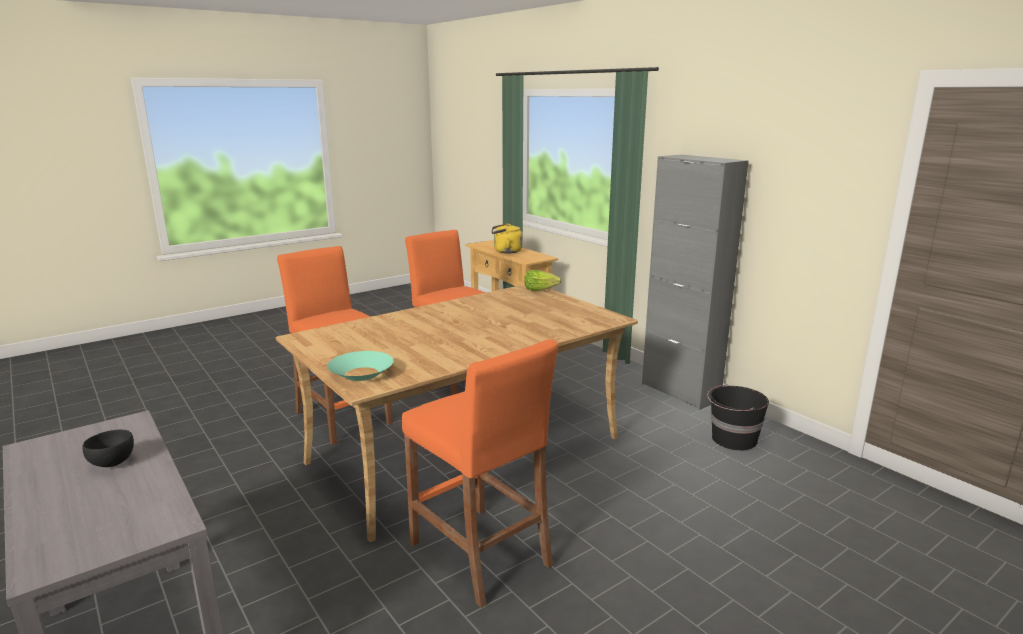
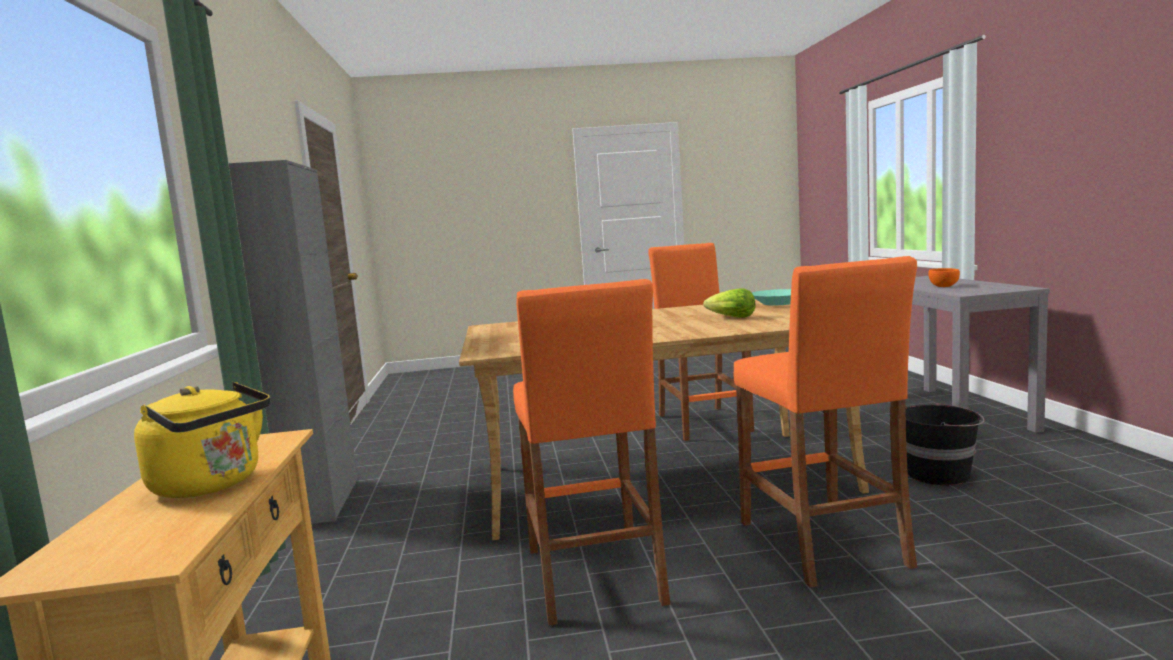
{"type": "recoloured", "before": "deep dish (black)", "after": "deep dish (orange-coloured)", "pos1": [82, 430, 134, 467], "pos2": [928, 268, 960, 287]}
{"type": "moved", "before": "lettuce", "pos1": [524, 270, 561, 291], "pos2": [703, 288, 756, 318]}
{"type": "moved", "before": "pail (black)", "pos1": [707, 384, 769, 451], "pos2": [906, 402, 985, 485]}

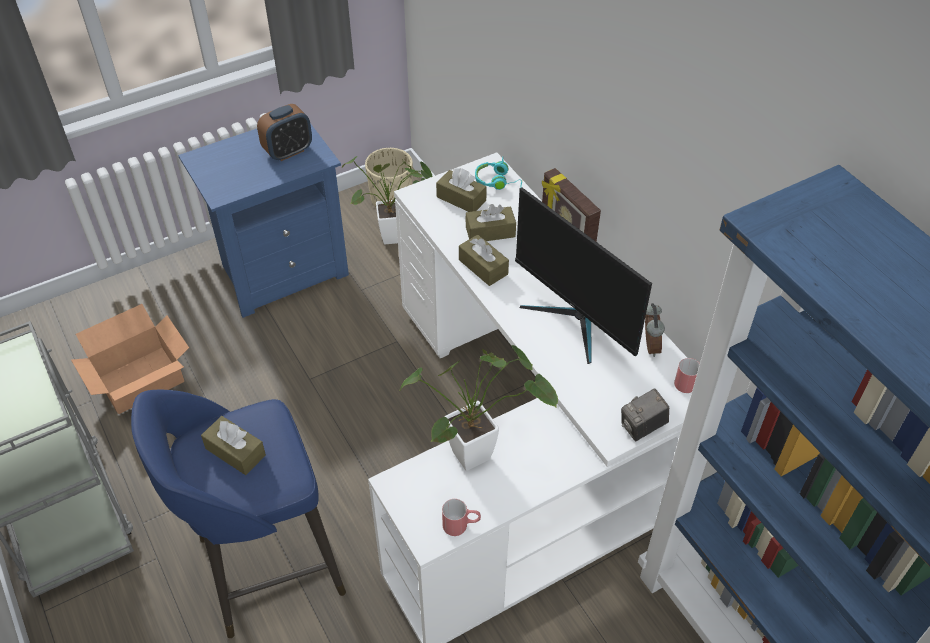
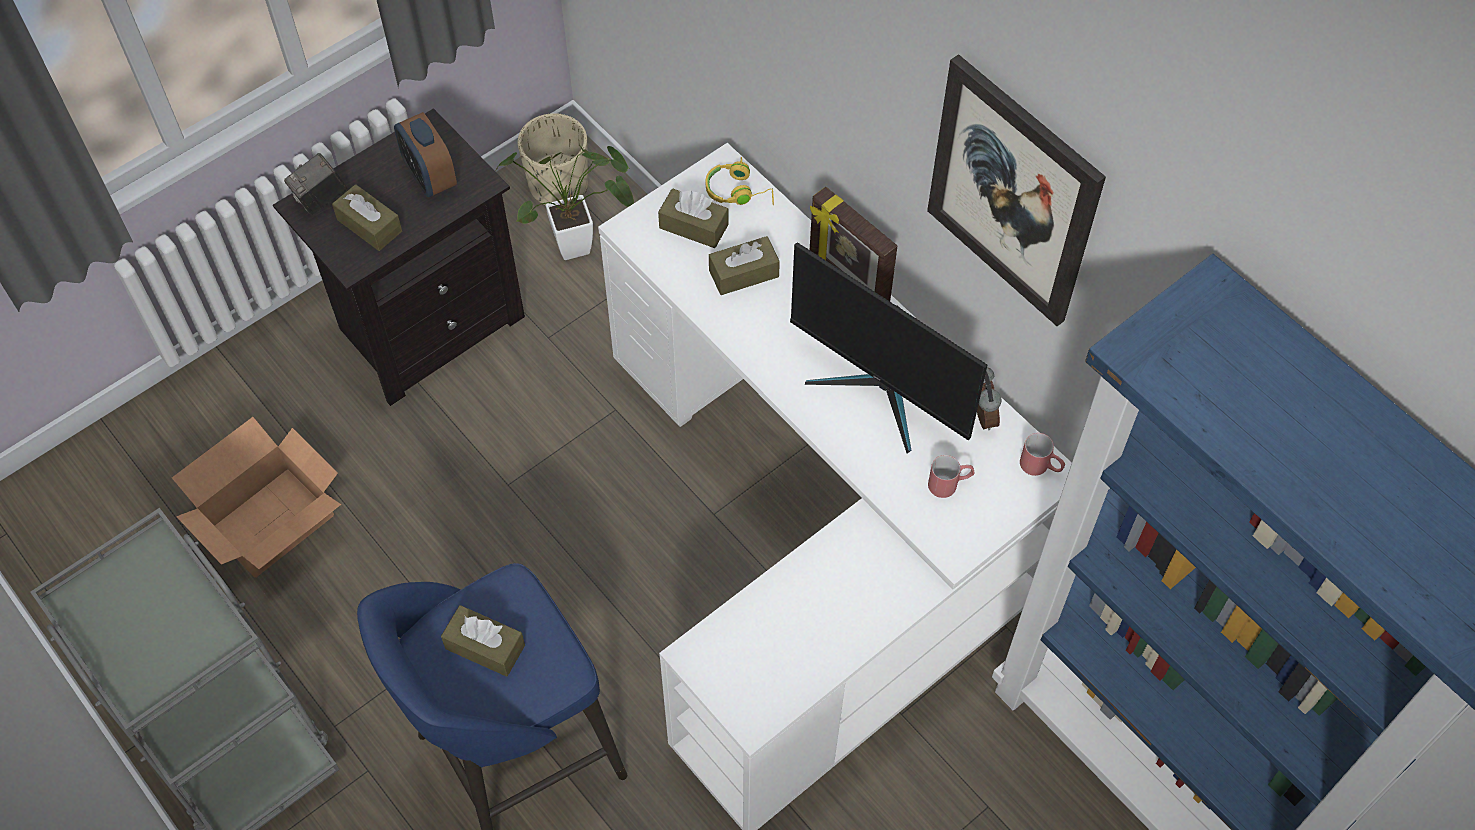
{"type": "recoloured", "before": "night table (blue-coloured)", "after": "night table (black)", "pos1": [178, 123, 349, 318], "pos2": [273, 108, 525, 406]}
{"type": "turned", "before": "bedside clock", "pos1": [257, 104, 312, 161], "pos2": [394, 112, 457, 197], "turn": 105}
{"type": "removed", "before": "potted plant", "pos1": [399, 345, 558, 471]}
{"type": "moved", "before": "mug (reddish)", "pos1": [442, 499, 481, 536], "pos2": [928, 455, 974, 498]}
{"type": "moved", "before": "tissue box (brown)", "pos1": [459, 235, 509, 286], "pos2": [332, 184, 402, 251]}
{"type": "recoloured", "before": "headphones (turquoise-coloured)", "after": "headphones (yellowish)", "pos1": [475, 157, 522, 190], "pos2": [706, 157, 774, 205]}
{"type": "moved", "before": "photo camera", "pos1": [621, 388, 669, 441], "pos2": [284, 153, 347, 215]}
{"type": "added", "after": "wall art", "pos2": [927, 54, 1106, 326]}

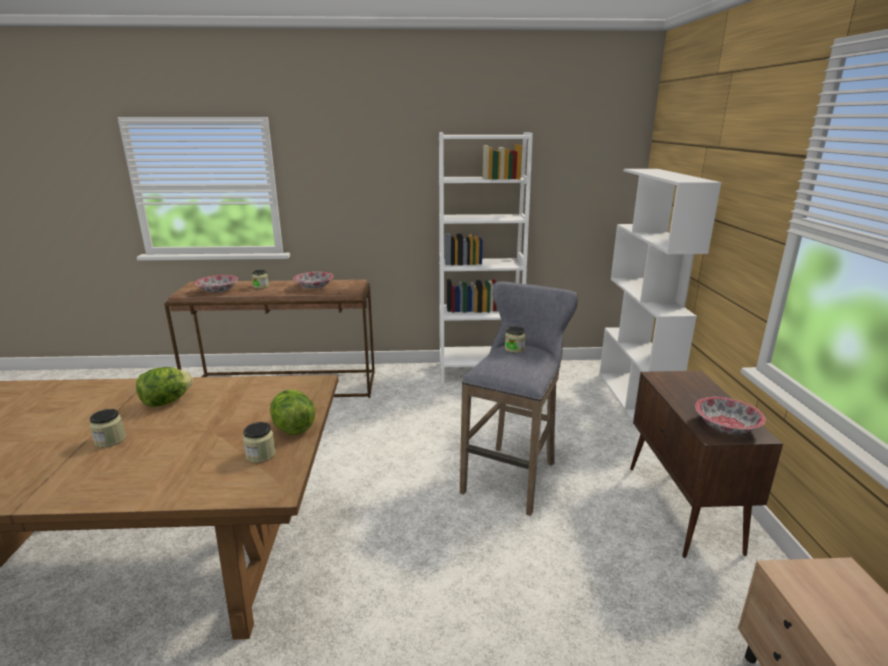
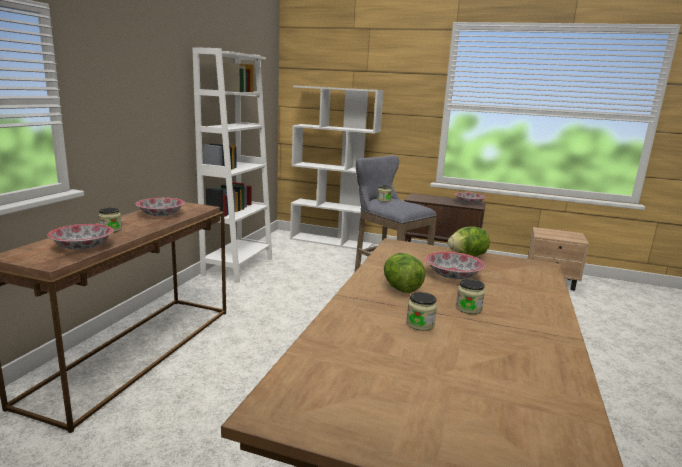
{"type": "moved", "before": "jar", "pos1": [243, 422, 276, 463], "pos2": [406, 292, 437, 331]}
{"type": "added", "after": "deep dish", "pos2": [426, 252, 485, 279]}

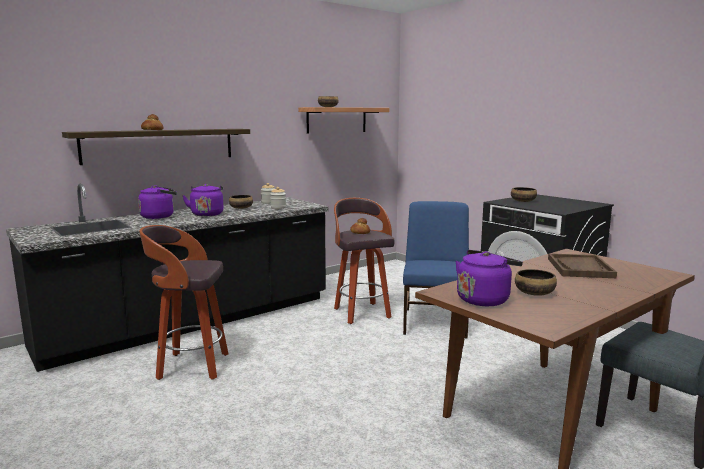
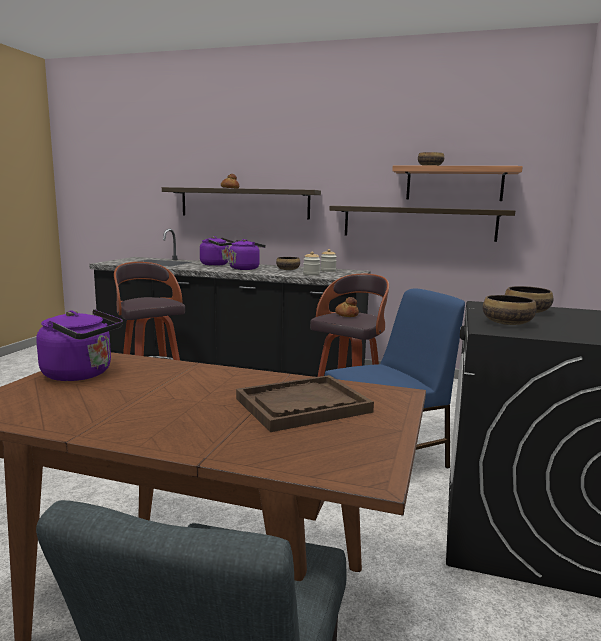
{"type": "moved", "before": "deep dish", "pos1": [515, 269, 557, 296], "pos2": [483, 295, 537, 325]}
{"type": "added", "after": "wall shelf", "pos2": [329, 206, 515, 242]}

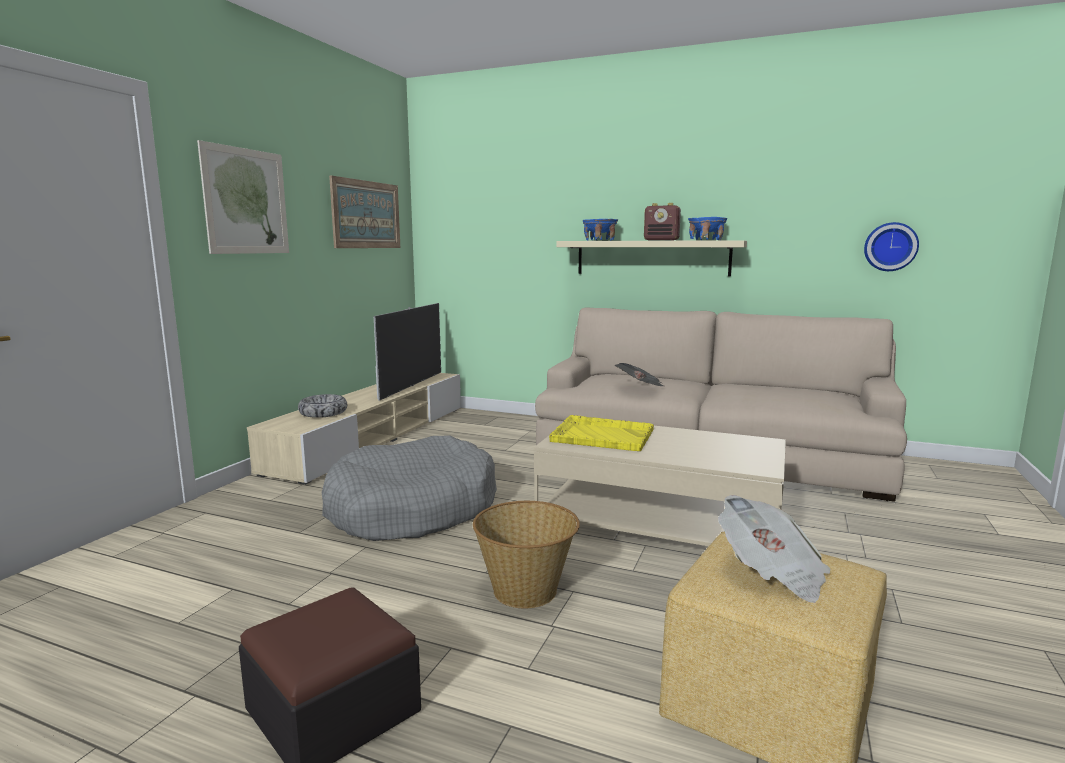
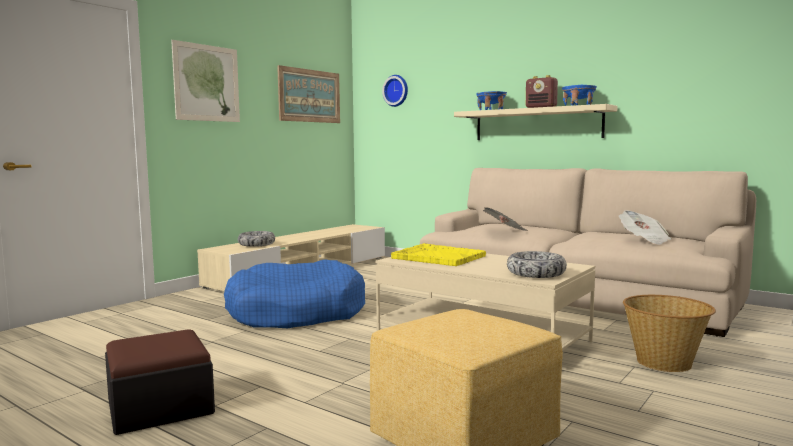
{"type": "recoloured", "before": "dog cushion (greyish)", "after": "dog cushion (blue-coloured)", "pos1": [322, 435, 497, 541], "pos2": [224, 259, 365, 328]}
{"type": "removed", "before": "television", "pos1": [374, 303, 441, 401]}
{"type": "moved", "before": "basket", "pos1": [473, 501, 580, 608], "pos2": [623, 295, 716, 372]}
{"type": "moved", "before": "printed paper", "pos1": [718, 495, 831, 603], "pos2": [619, 210, 672, 245]}
{"type": "moved", "before": "hanging clock", "pos1": [864, 222, 919, 271], "pos2": [382, 75, 408, 107]}
{"type": "added", "after": "deep dish", "pos2": [507, 251, 567, 278]}

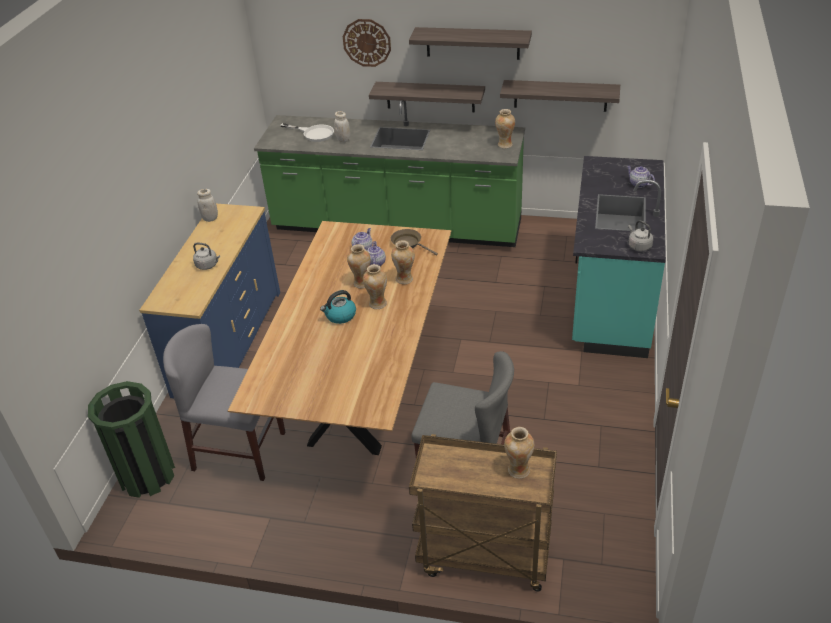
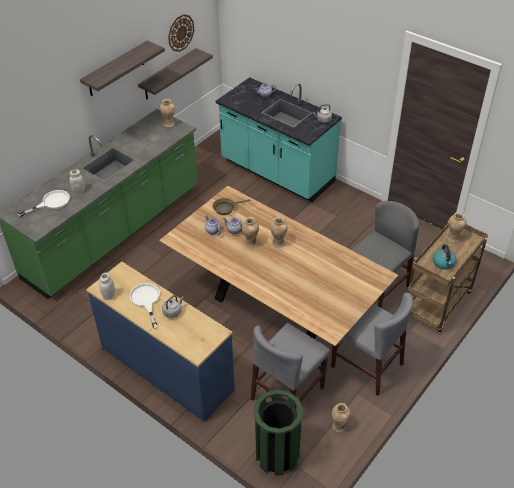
{"type": "moved", "before": "kettle", "pos1": [320, 290, 356, 324], "pos2": [433, 244, 457, 269]}
{"type": "moved", "before": "hanging clock", "pos1": [342, 19, 391, 67], "pos2": [168, 14, 194, 52]}
{"type": "removed", "before": "wall shelf", "pos1": [369, 82, 485, 112]}
{"type": "moved", "before": "decorative vase", "pos1": [391, 240, 415, 284], "pos2": [332, 403, 351, 433]}
{"type": "added", "after": "pan (white-coloured)", "pos2": [130, 283, 160, 329]}
{"type": "added", "after": "plain chair (greyish)", "pos2": [331, 293, 413, 396]}

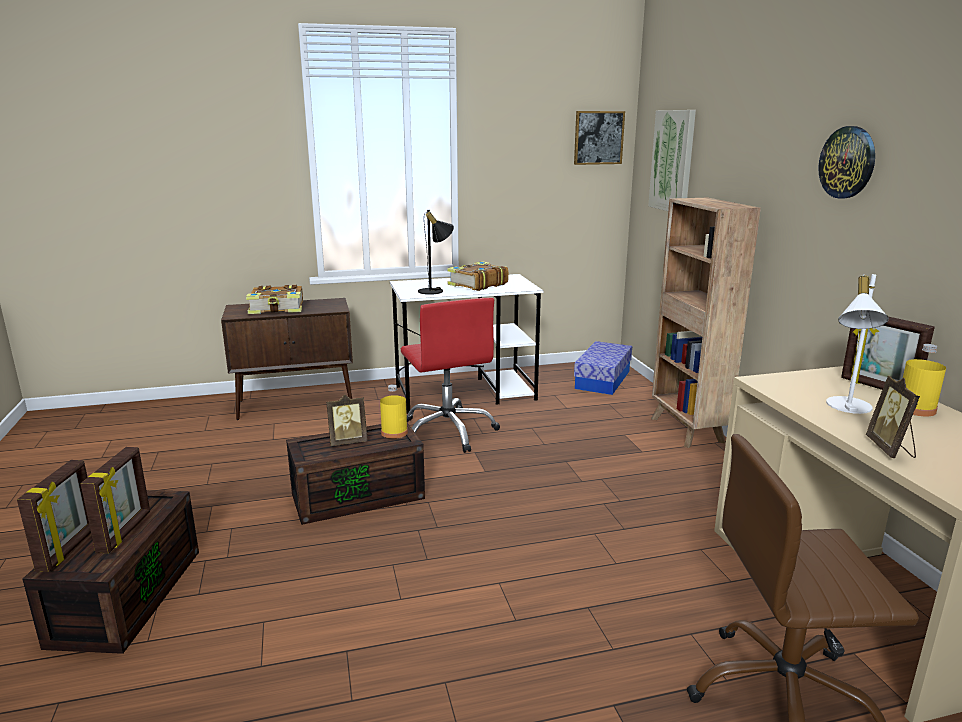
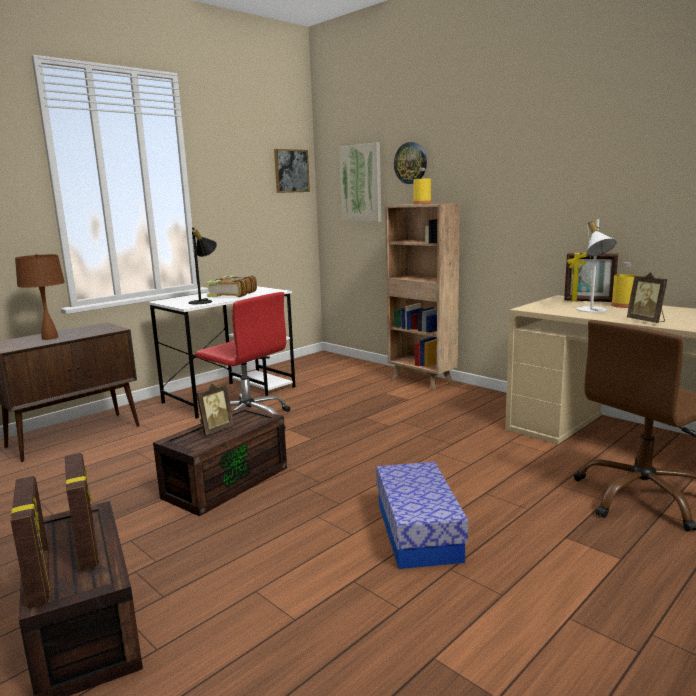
{"type": "replaced", "before": "bound book", "after": "lamp for a table (brown)", "pos1": [246, 285, 303, 314], "pos2": [15, 254, 65, 340]}
{"type": "moved", "before": "beverage bottle (yellowish)", "pos1": [380, 384, 408, 439], "pos2": [413, 168, 431, 204]}
{"type": "moved", "before": "storage container", "pos1": [574, 341, 632, 395], "pos2": [376, 462, 468, 569]}
{"type": "moved", "before": "hanging clock", "pos1": [818, 126, 875, 199], "pos2": [394, 142, 427, 184]}

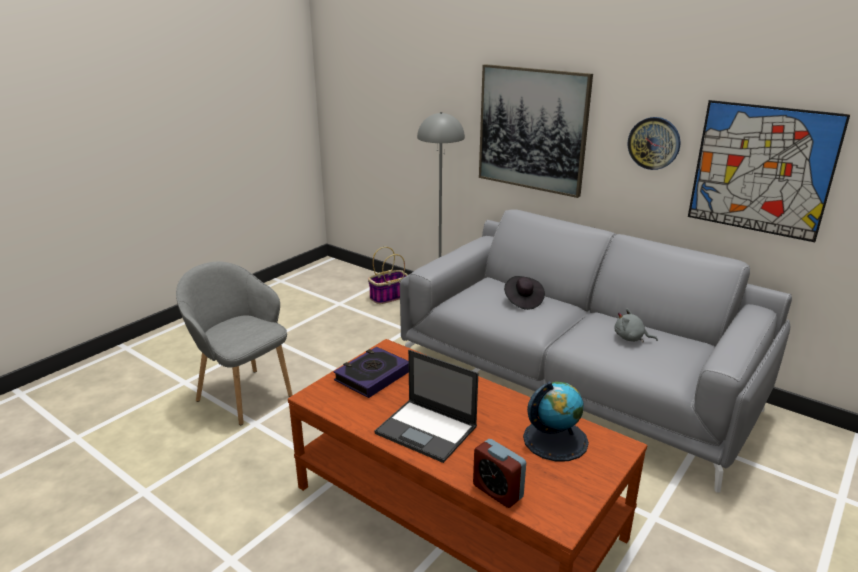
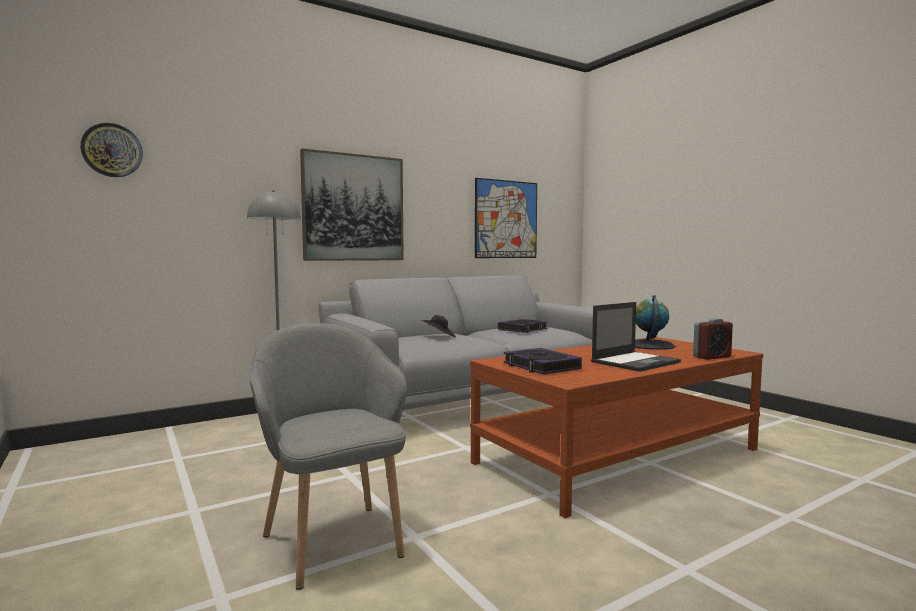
{"type": "turned", "before": "lounge chair (greyish)", "pos1": [176, 262, 293, 425], "pos2": [249, 323, 407, 590], "turn": 90}
{"type": "removed", "before": "basket", "pos1": [368, 247, 408, 304]}
{"type": "replaced", "before": "plush toy (greyish)", "after": "bound book", "pos1": [614, 308, 658, 342], "pos2": [498, 319, 548, 333]}
{"type": "moved", "before": "hanging clock", "pos1": [628, 117, 681, 170], "pos2": [80, 123, 143, 177]}

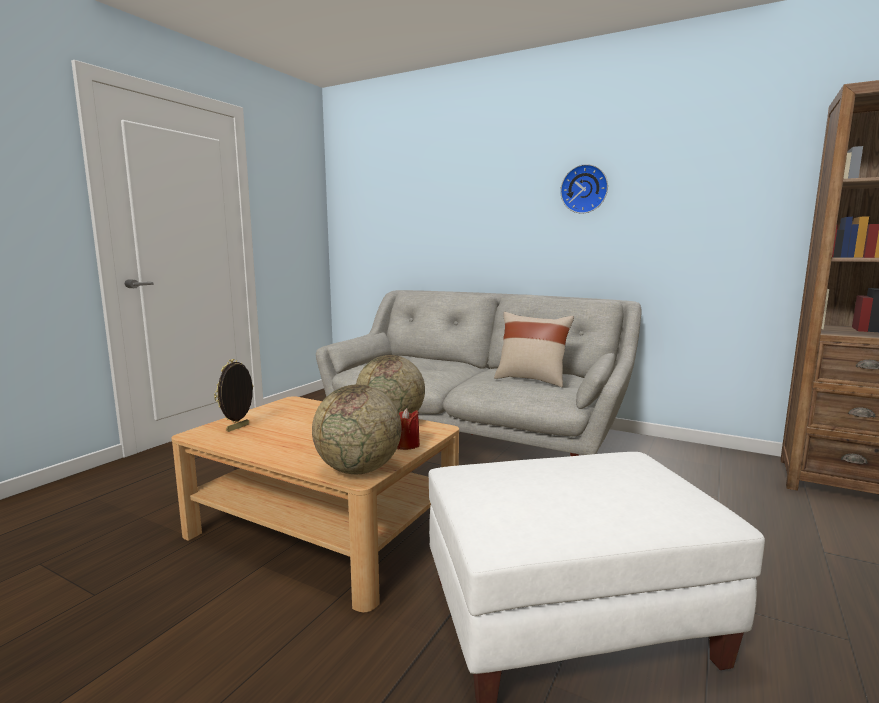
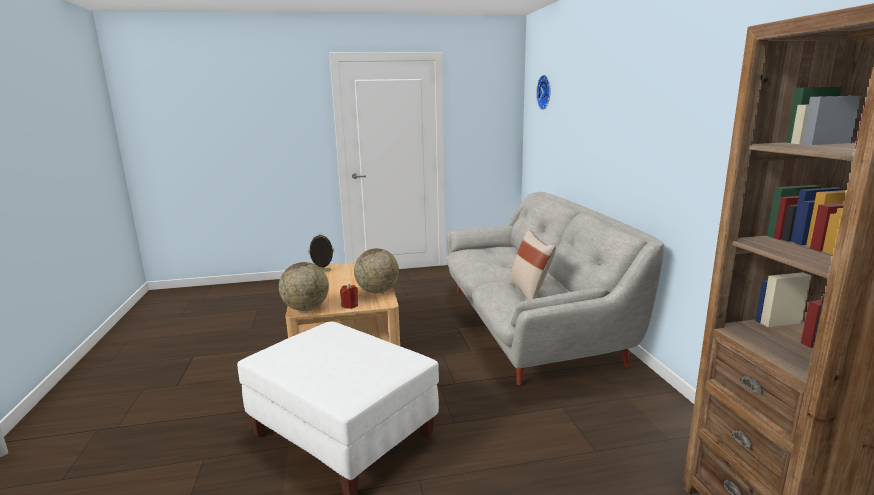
{"type": "moved", "before": "hanging clock", "pos1": [560, 164, 608, 214], "pos2": [536, 75, 550, 110]}

